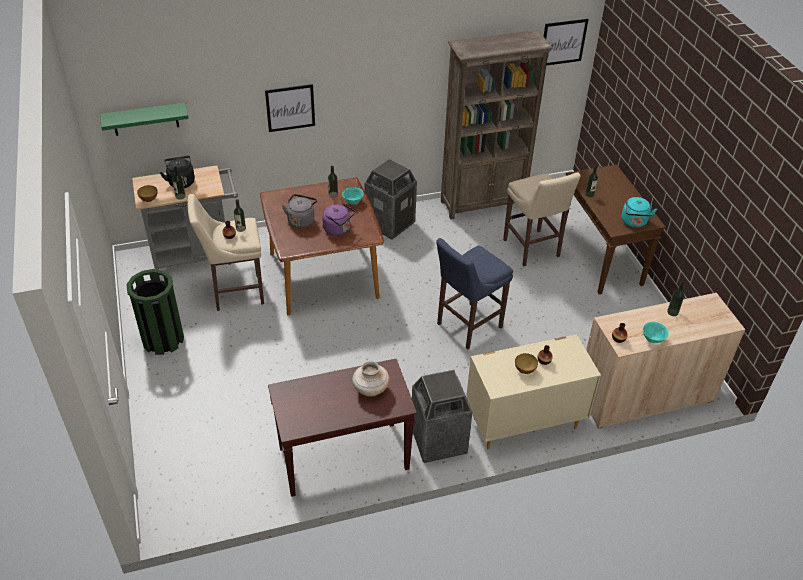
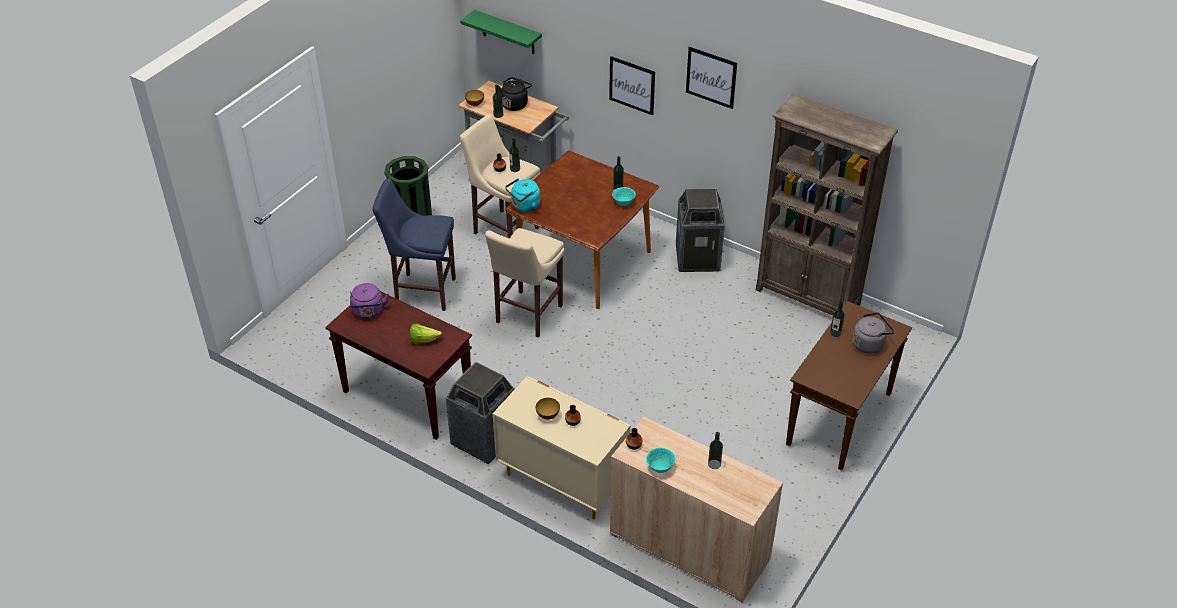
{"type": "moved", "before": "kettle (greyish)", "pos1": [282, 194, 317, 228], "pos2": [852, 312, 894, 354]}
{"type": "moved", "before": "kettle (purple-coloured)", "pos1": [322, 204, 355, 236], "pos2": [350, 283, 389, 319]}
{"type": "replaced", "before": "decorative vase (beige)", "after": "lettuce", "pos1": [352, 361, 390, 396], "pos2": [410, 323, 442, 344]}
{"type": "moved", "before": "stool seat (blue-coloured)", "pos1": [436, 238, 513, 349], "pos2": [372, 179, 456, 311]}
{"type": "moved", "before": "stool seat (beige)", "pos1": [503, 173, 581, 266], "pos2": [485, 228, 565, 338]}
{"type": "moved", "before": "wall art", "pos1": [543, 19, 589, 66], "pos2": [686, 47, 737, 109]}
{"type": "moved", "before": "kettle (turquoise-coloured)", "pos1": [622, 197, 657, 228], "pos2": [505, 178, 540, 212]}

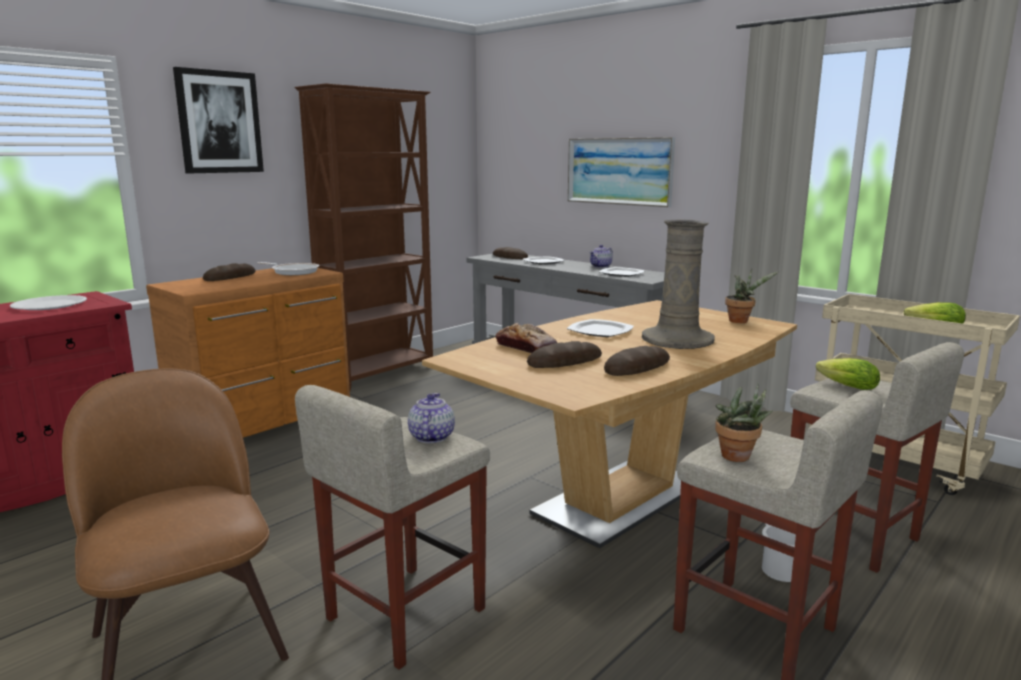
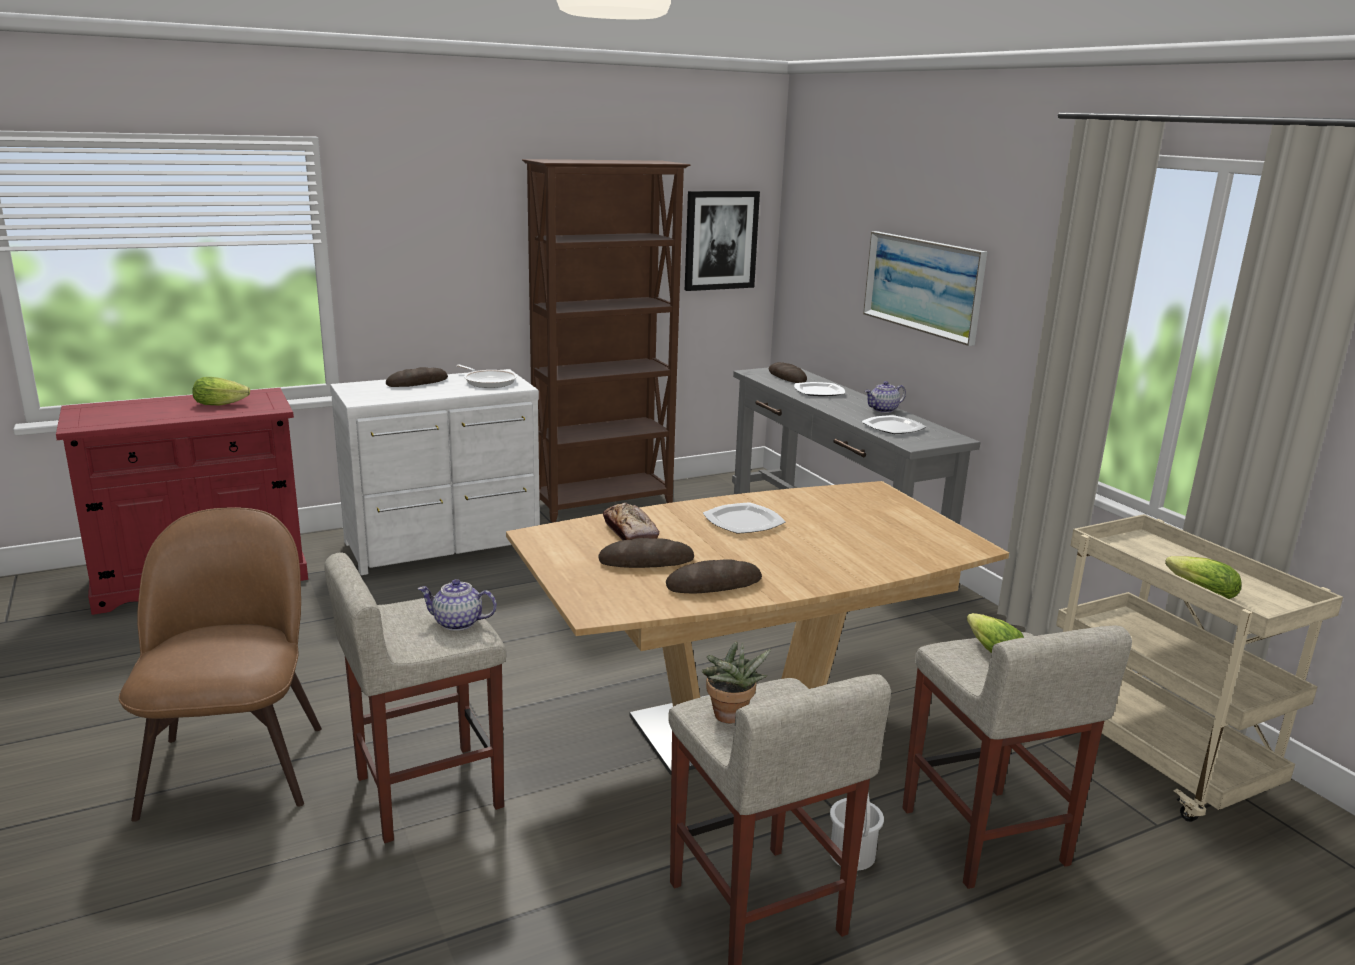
{"type": "replaced", "before": "plate (white-coloured)", "after": "lettuce", "pos1": [10, 295, 87, 310], "pos2": [192, 377, 250, 405]}
{"type": "recoloured", "before": "dresser (brown)", "after": "dresser (white-coloured)", "pos1": [146, 268, 350, 438], "pos2": [330, 369, 540, 575]}
{"type": "moved", "before": "wall art", "pos1": [173, 67, 264, 174], "pos2": [685, 191, 760, 291]}
{"type": "turned", "before": "tea pot", "pos1": [408, 393, 455, 443], "pos2": [418, 579, 497, 631], "turn": -105}
{"type": "removed", "before": "decorative vase (beige)", "pos1": [641, 220, 715, 349]}
{"type": "removed", "before": "potted plant", "pos1": [725, 269, 778, 323]}

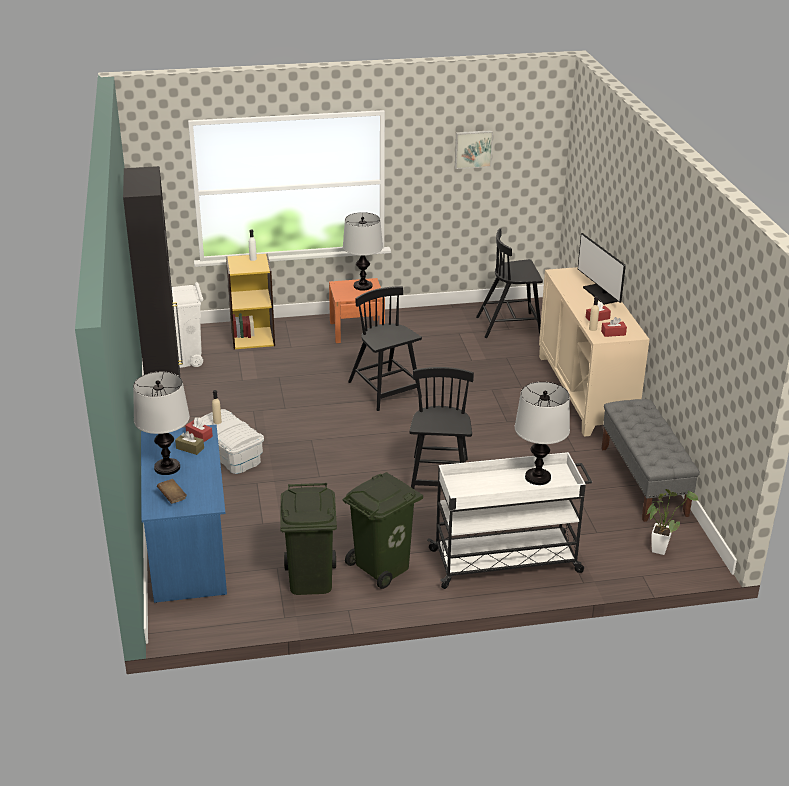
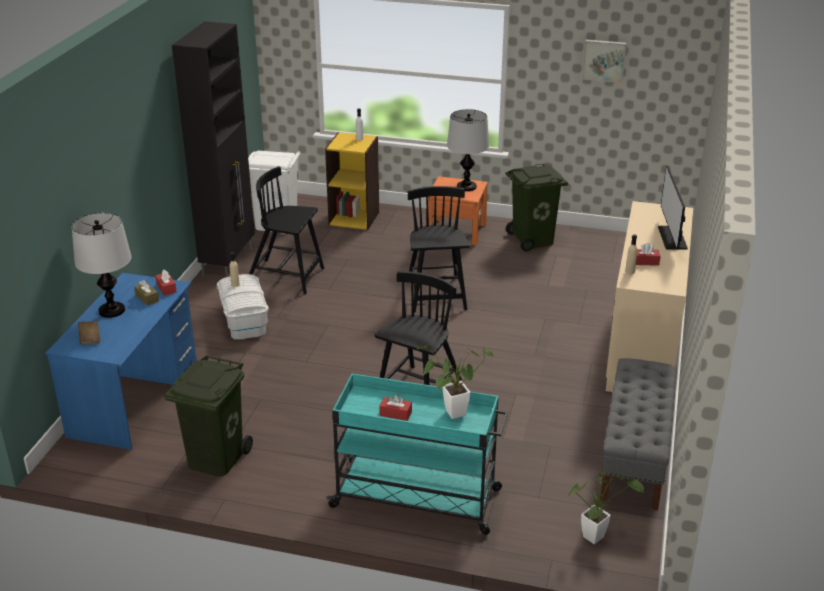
{"type": "moved", "before": "waste bin (green)", "pos1": [342, 472, 423, 589], "pos2": [505, 164, 568, 251]}
{"type": "recoloured", "before": "cart (white-coloured)", "after": "cart (turquoise-coloured)", "pos1": [427, 452, 592, 589], "pos2": [326, 373, 508, 535]}
{"type": "moved", "before": "plain chair (black)", "pos1": [476, 228, 543, 338], "pos2": [249, 166, 324, 294]}
{"type": "replaced", "before": "lamp for a table", "after": "potted plant", "pos1": [515, 382, 570, 485], "pos2": [417, 345, 494, 419]}
{"type": "moved", "before": "tissue box (reddish)", "pos1": [601, 317, 627, 337], "pos2": [379, 394, 412, 421]}

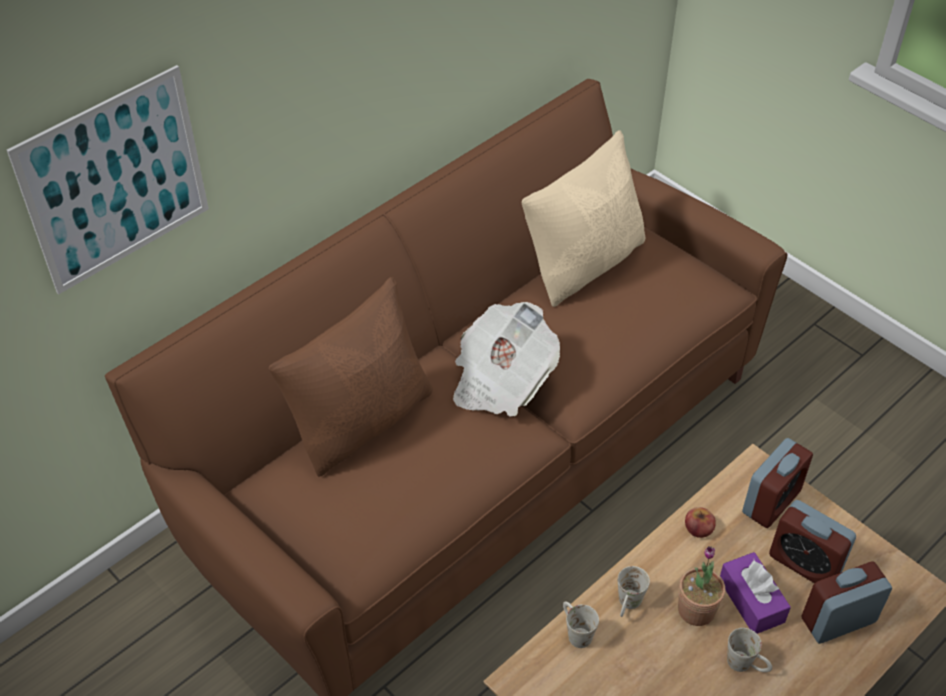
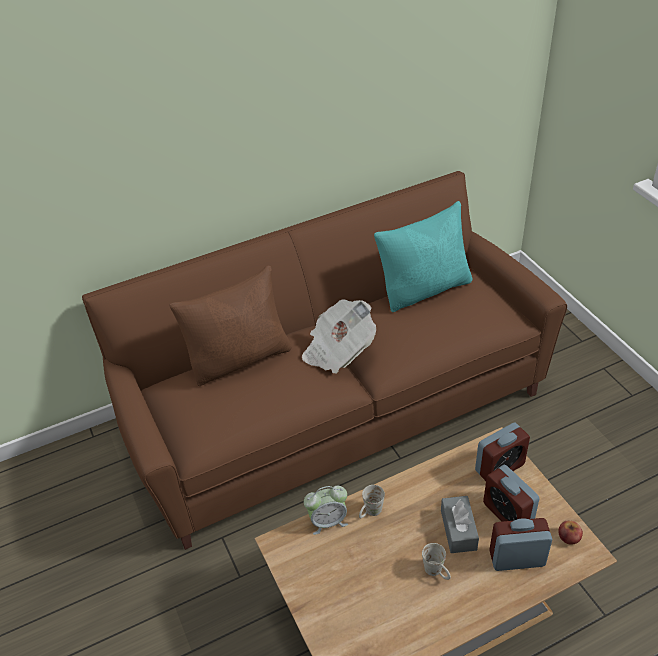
{"type": "removed", "before": "wall art", "pos1": [7, 65, 209, 294]}
{"type": "recoloured", "before": "cushion (beige)", "after": "cushion (turquoise-coloured)", "pos1": [522, 130, 645, 307], "pos2": [374, 201, 472, 312]}
{"type": "replaced", "before": "mug (white-coloured)", "after": "bedside clock", "pos1": [563, 601, 599, 648], "pos2": [304, 485, 348, 535]}
{"type": "removed", "before": "potted plant", "pos1": [678, 546, 725, 626]}
{"type": "moved", "before": "apple", "pos1": [685, 507, 716, 538], "pos2": [558, 520, 583, 545]}
{"type": "recoloured", "before": "tissue box (purple-coloured)", "after": "tissue box (greyish)", "pos1": [720, 552, 791, 634], "pos2": [441, 496, 479, 553]}

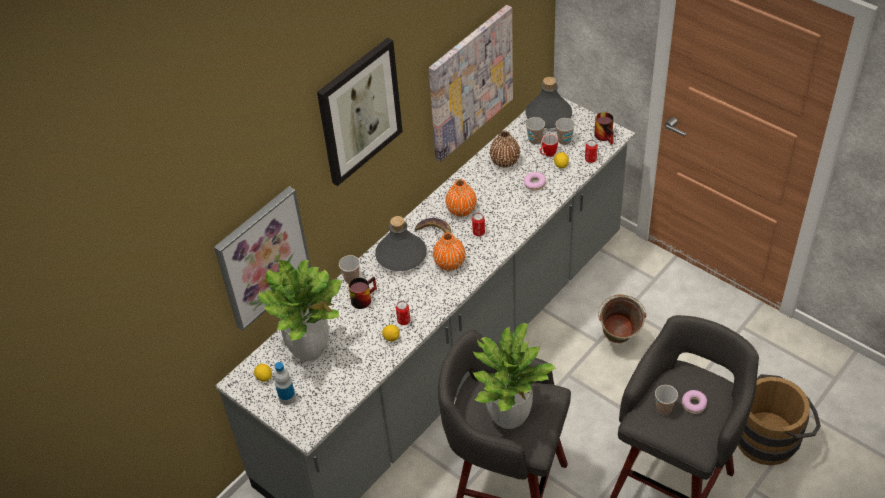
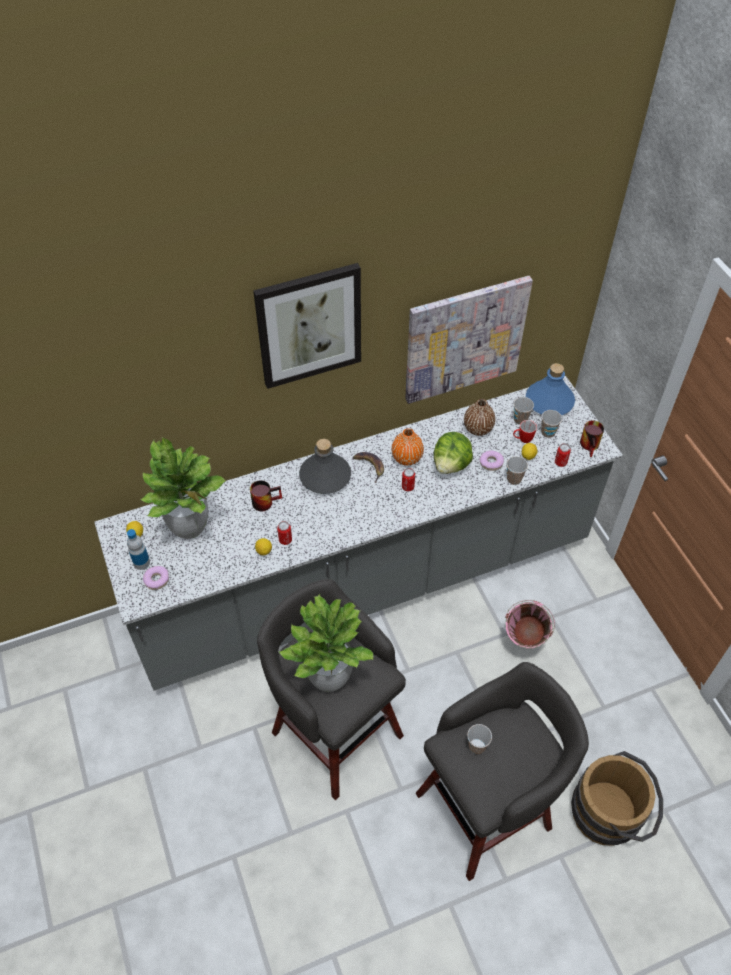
{"type": "removed", "before": "wall art", "pos1": [214, 186, 311, 331]}
{"type": "moved", "before": "drinking cup", "pos1": [339, 255, 360, 284], "pos2": [507, 456, 528, 485]}
{"type": "removed", "before": "decorative vase (orange-coloured)", "pos1": [433, 233, 465, 271]}
{"type": "recoloured", "before": "beverage bottle (greyish)", "after": "beverage bottle (blue-coloured)", "pos1": [525, 77, 572, 128], "pos2": [526, 363, 575, 415]}
{"type": "recoloured", "before": "pail (green)", "after": "pail (pinkish)", "pos1": [598, 294, 647, 343], "pos2": [505, 600, 555, 649]}
{"type": "moved", "before": "donut", "pos1": [682, 390, 707, 414], "pos2": [143, 566, 169, 590]}
{"type": "added", "after": "lettuce", "pos2": [434, 432, 473, 474]}

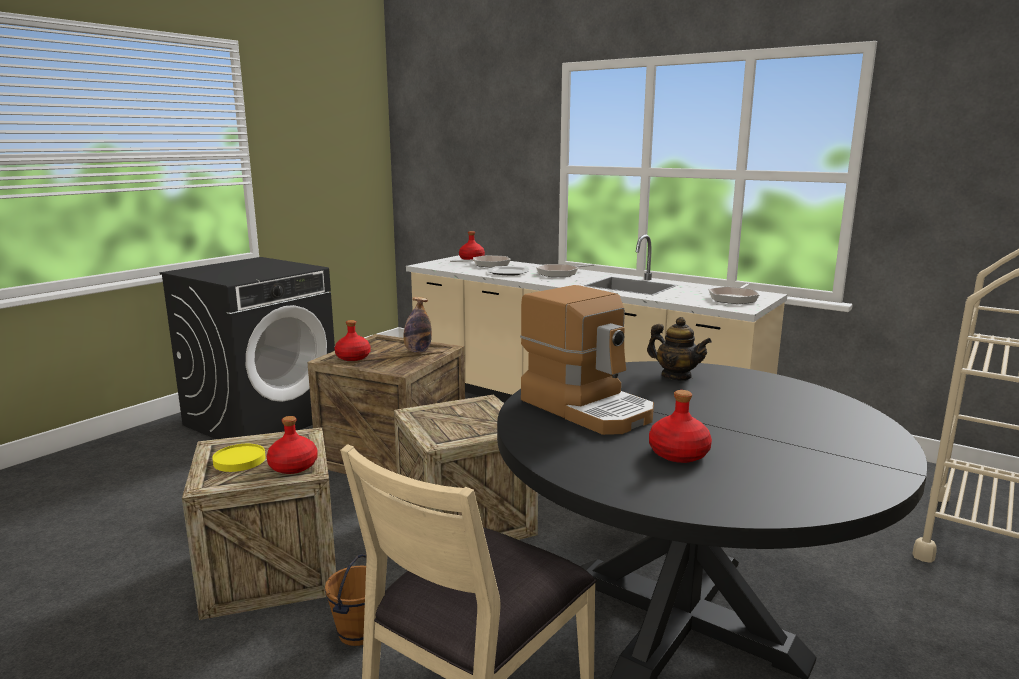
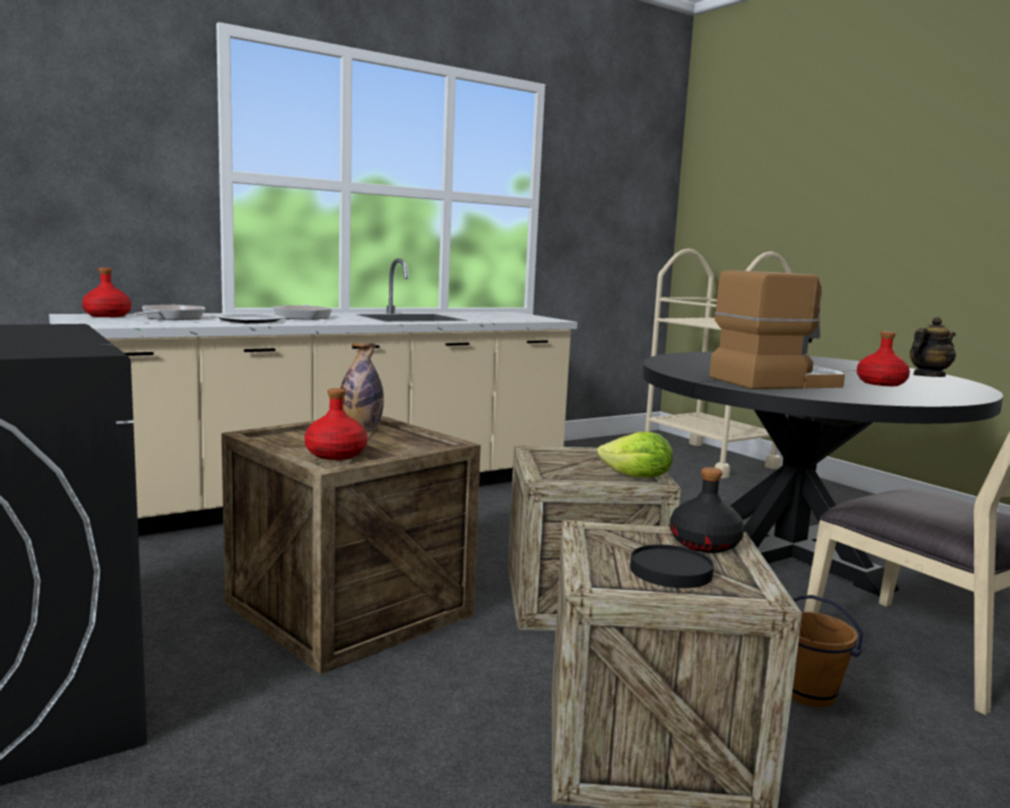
{"type": "recoloured", "before": "plate (yellowish)", "after": "plate (black)", "pos1": [212, 444, 266, 472], "pos2": [630, 545, 714, 588]}
{"type": "recoloured", "before": "beverage bottle (reddish)", "after": "beverage bottle (black)", "pos1": [267, 416, 318, 474], "pos2": [670, 467, 744, 553]}
{"type": "moved", "before": "tea pot", "pos1": [647, 317, 712, 381], "pos2": [910, 317, 956, 377]}
{"type": "removed", "before": "pan", "pos1": [708, 283, 759, 304]}
{"type": "added", "after": "lettuce", "pos2": [597, 432, 673, 478]}

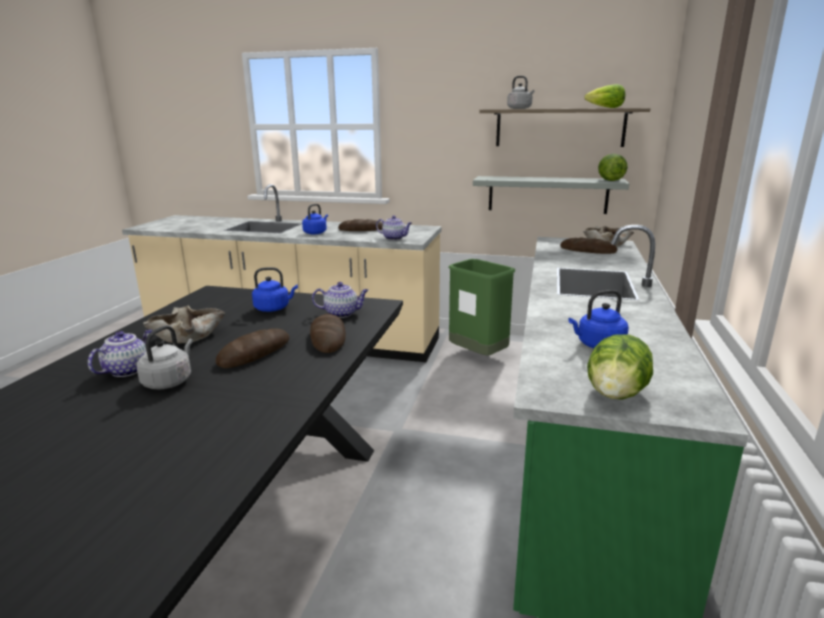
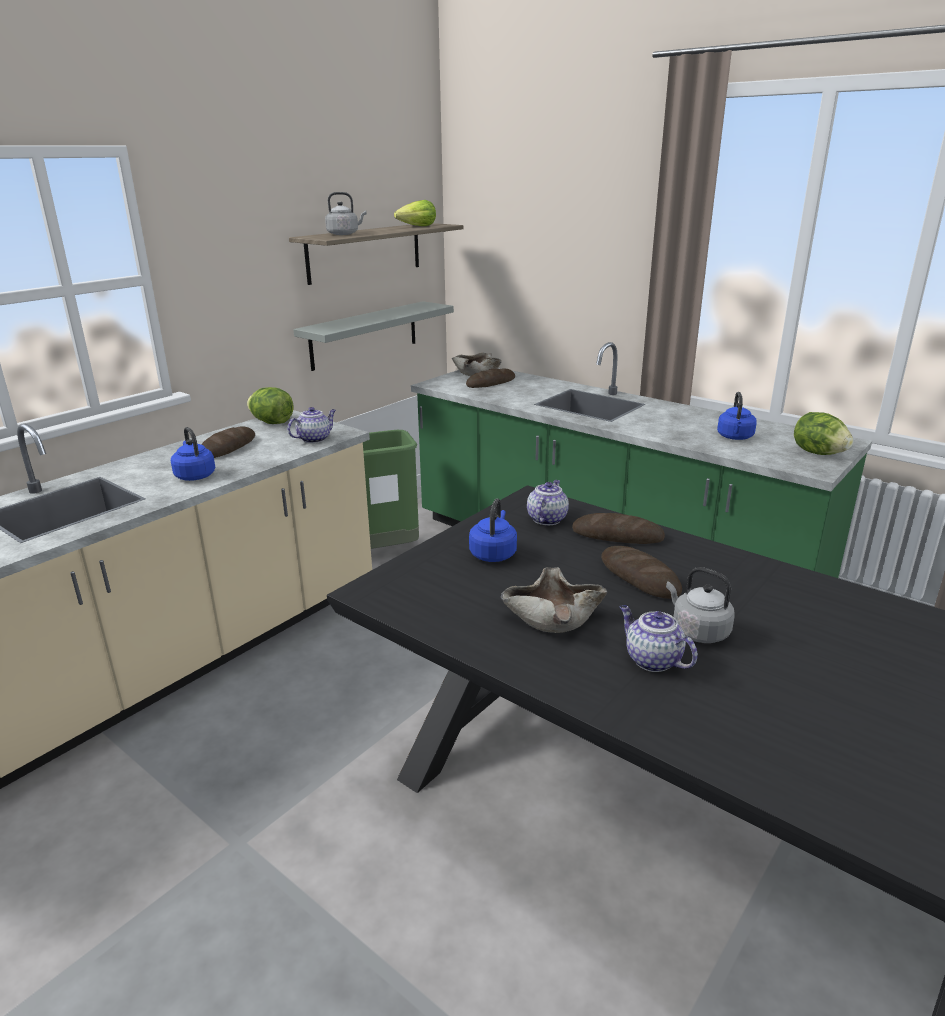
{"type": "moved", "before": "lettuce", "pos1": [598, 154, 628, 181], "pos2": [247, 387, 294, 424]}

